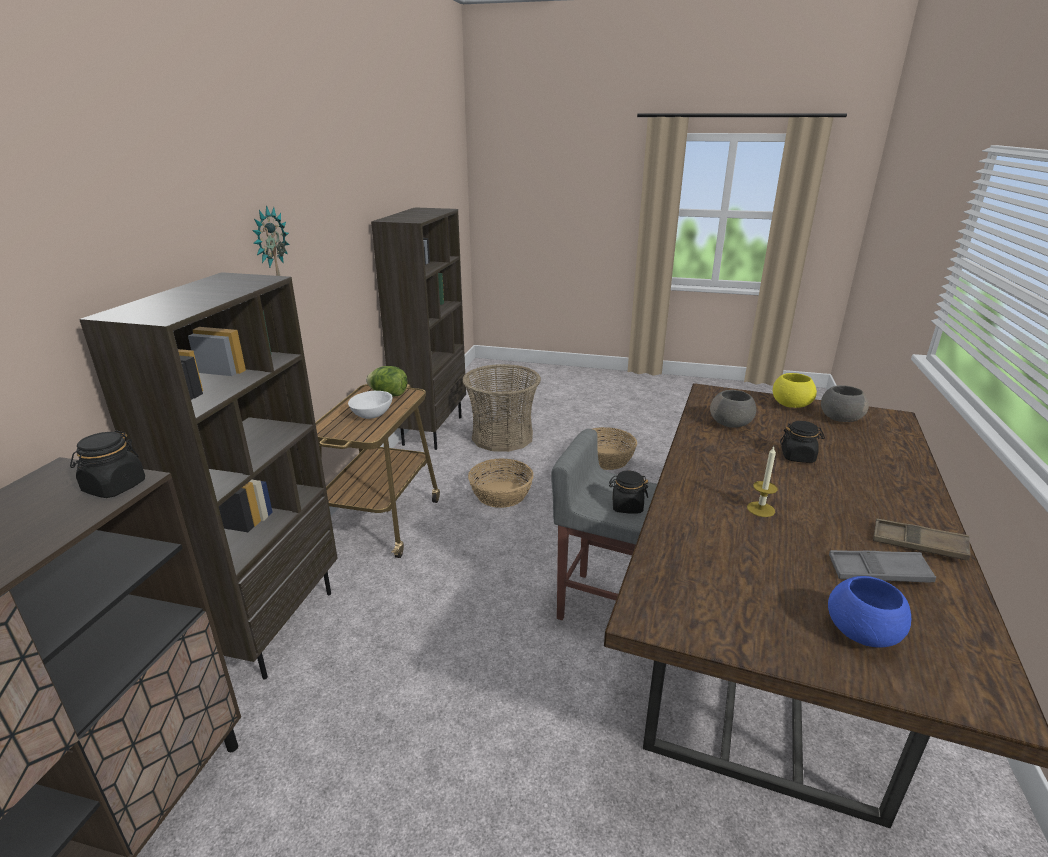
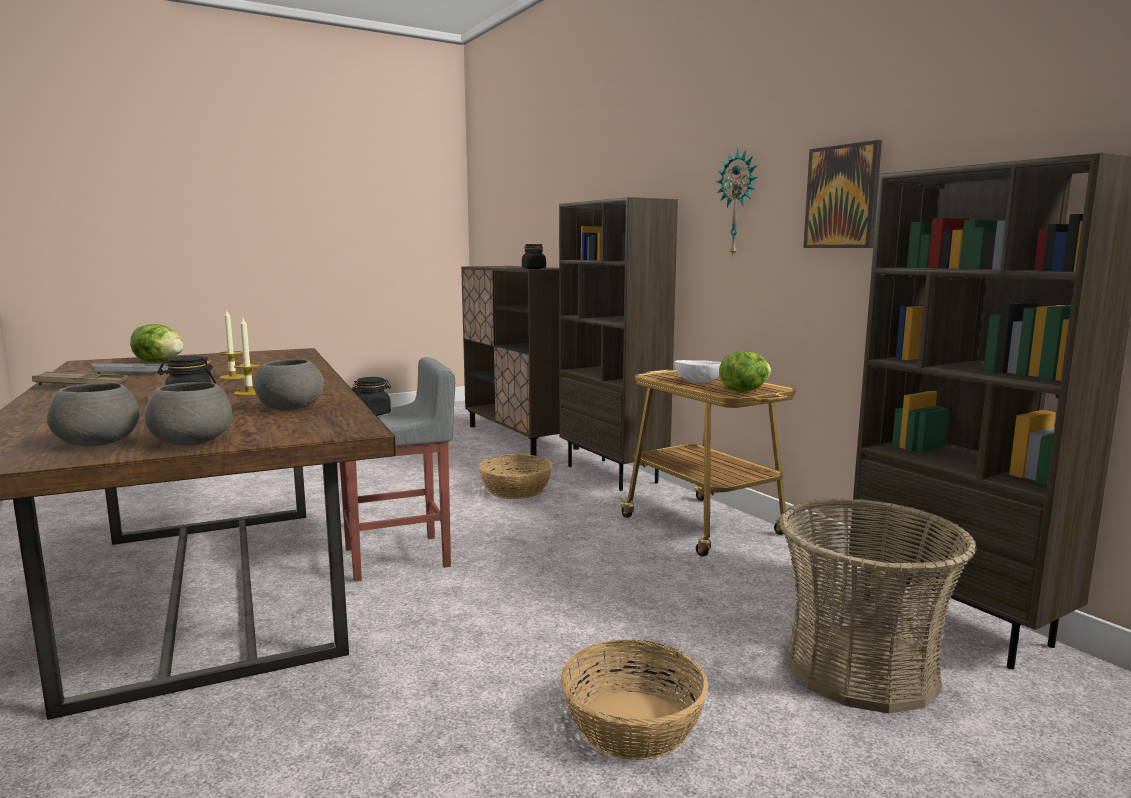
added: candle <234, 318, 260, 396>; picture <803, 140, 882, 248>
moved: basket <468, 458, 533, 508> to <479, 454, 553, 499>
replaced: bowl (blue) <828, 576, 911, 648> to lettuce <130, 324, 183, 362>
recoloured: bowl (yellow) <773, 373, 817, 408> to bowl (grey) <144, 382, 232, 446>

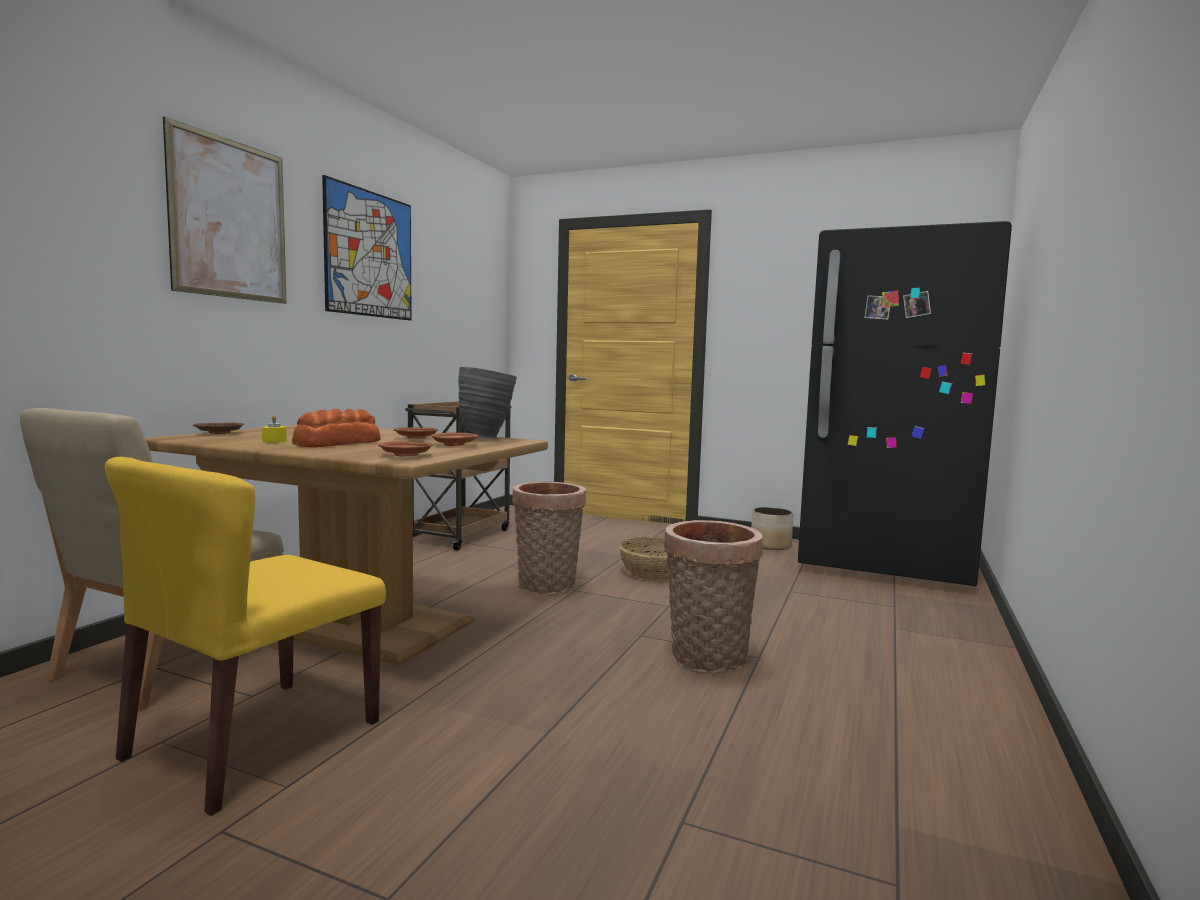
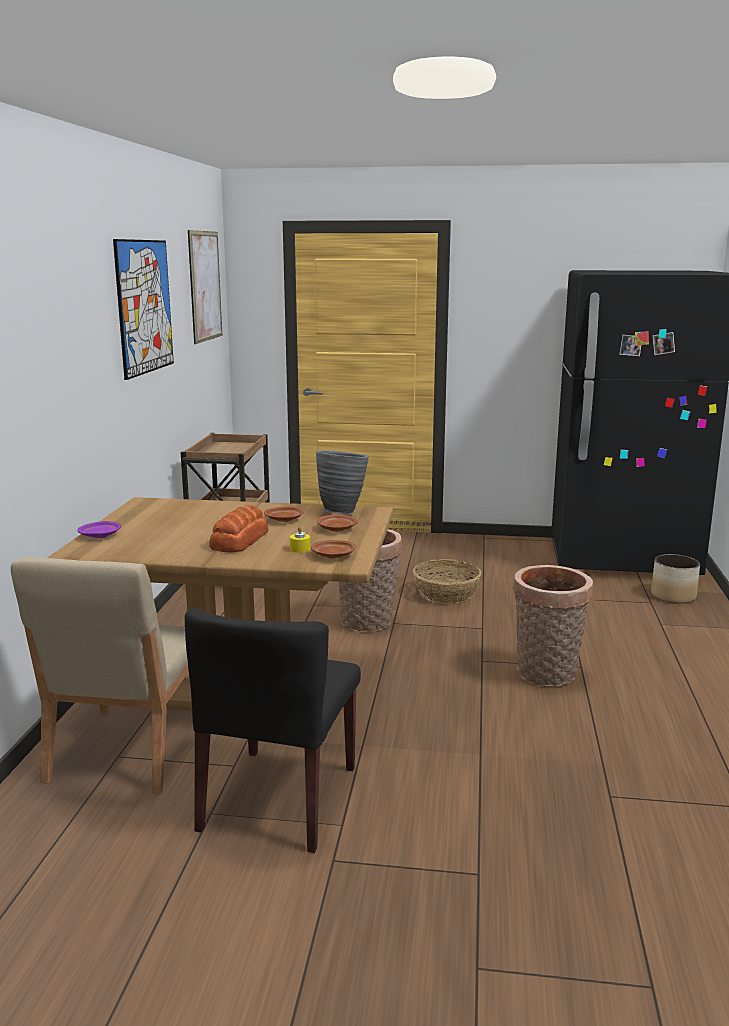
moved: picture <163, 116, 287, 304> to <188, 230, 223, 344>; candle (yellow) <262, 415, 287, 443> to <290, 526, 310, 553>; planter <751, 507, 793, 550> to <651, 554, 700, 604>
recoloured: plate (brown) <193, 422, 244, 434> to plate (purple) <78, 521, 121, 538>; chair (yellow) <104, 457, 386, 816> to chair (black) <185, 608, 361, 853>

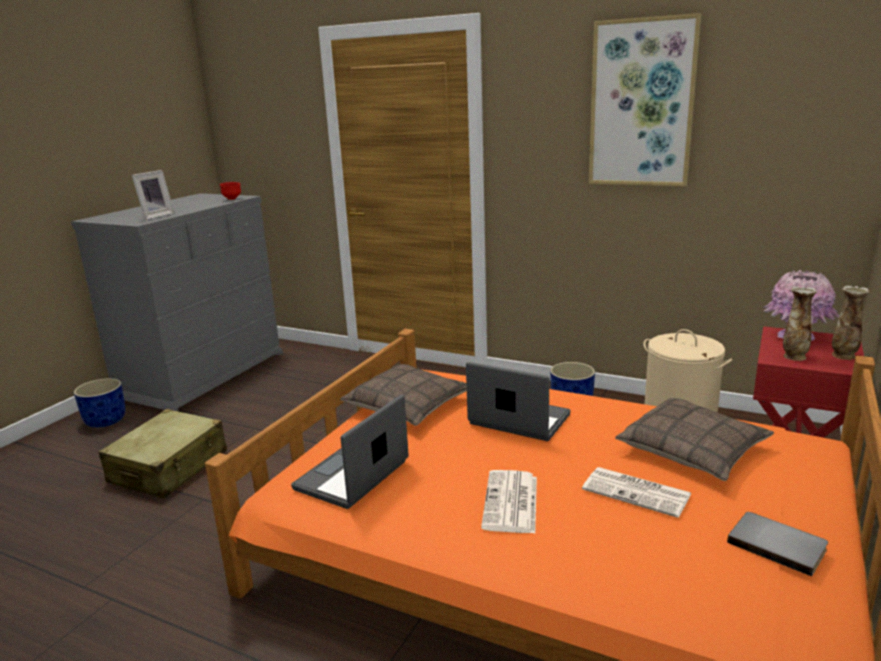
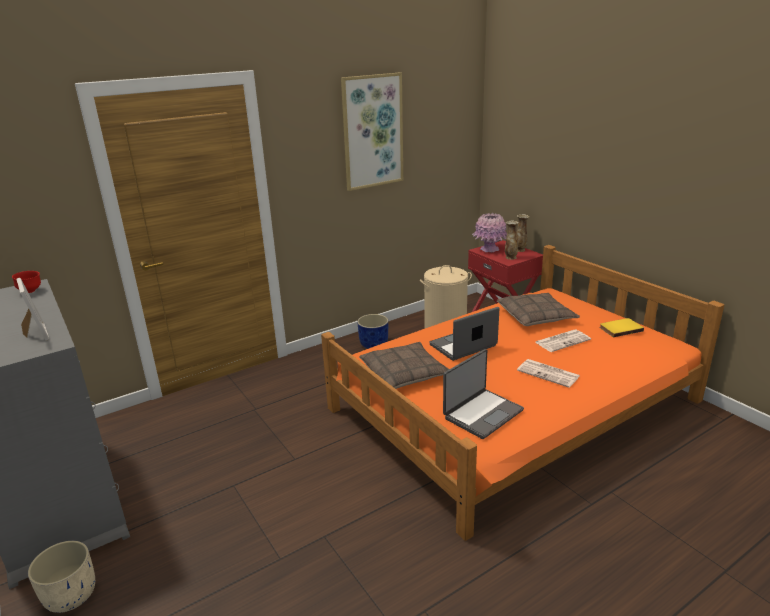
removed: suitcase (beige) <99, 409, 227, 498>
recoloured: planter (blue) <74, 378, 125, 428> to planter (beige) <28, 541, 95, 613>; book (grey) <727, 512, 828, 576> to book (yellow) <600, 318, 644, 337>
turned: laptop <291, 395, 408, 509> = <443, 349, 524, 439> 105 degrees counterclockwise

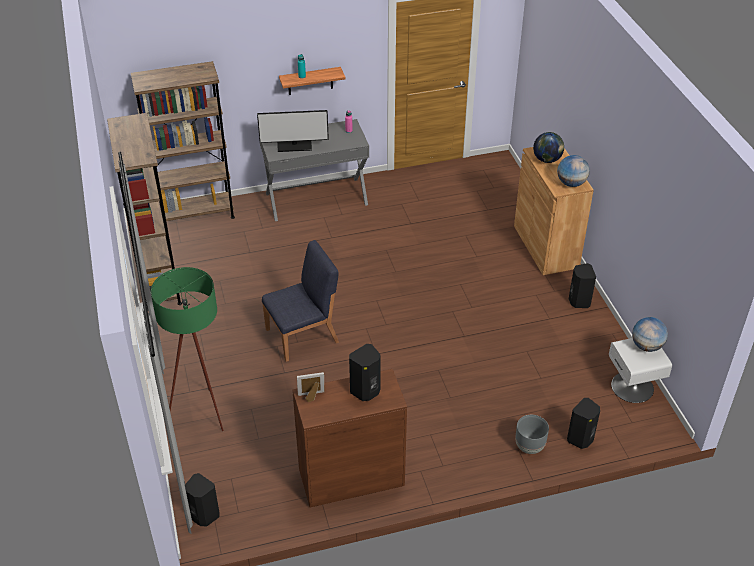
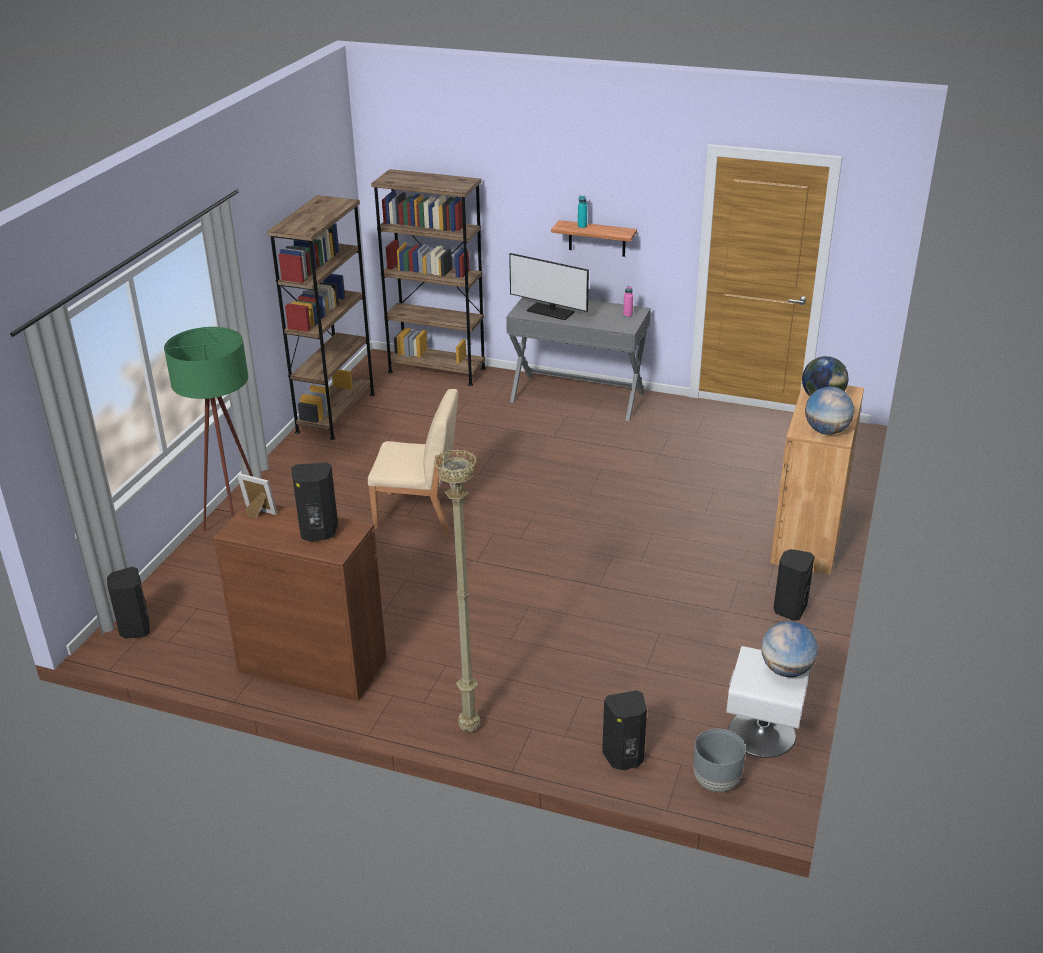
added: floor lamp (beige) <434, 449, 480, 732>
moved: planter (grey) <515, 415, 549, 454> to <693, 728, 746, 792>
recoloured: chair (blue) <262, 240, 339, 362> to chair (beige) <368, 389, 458, 534>

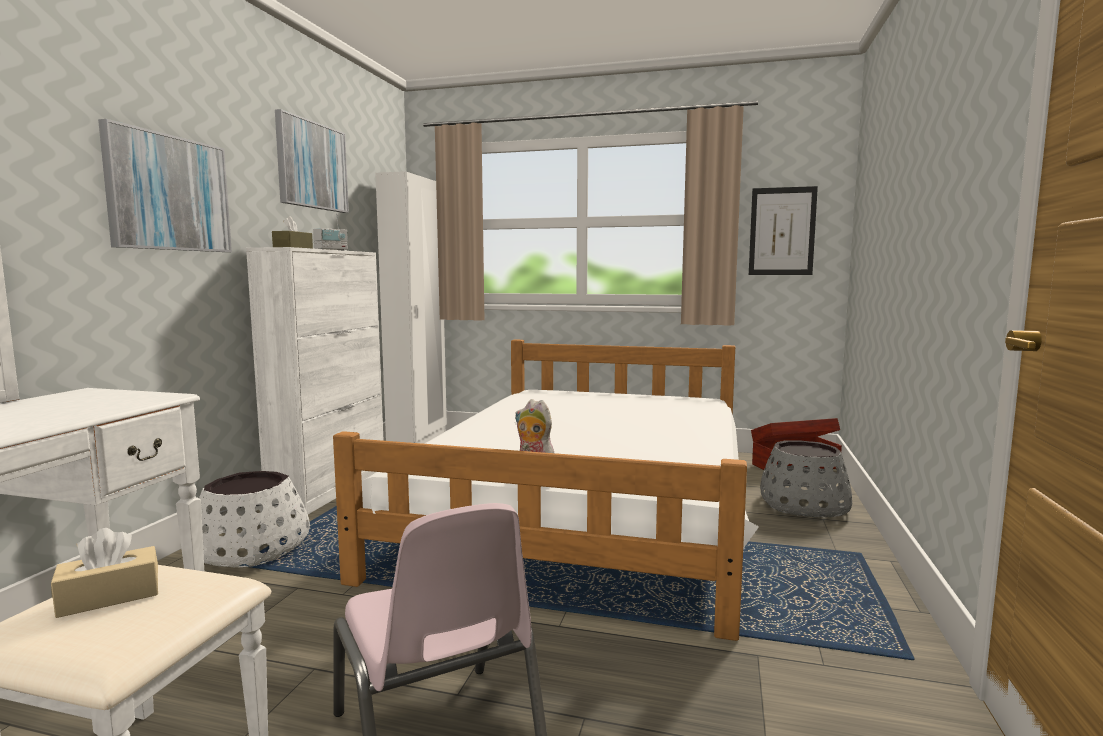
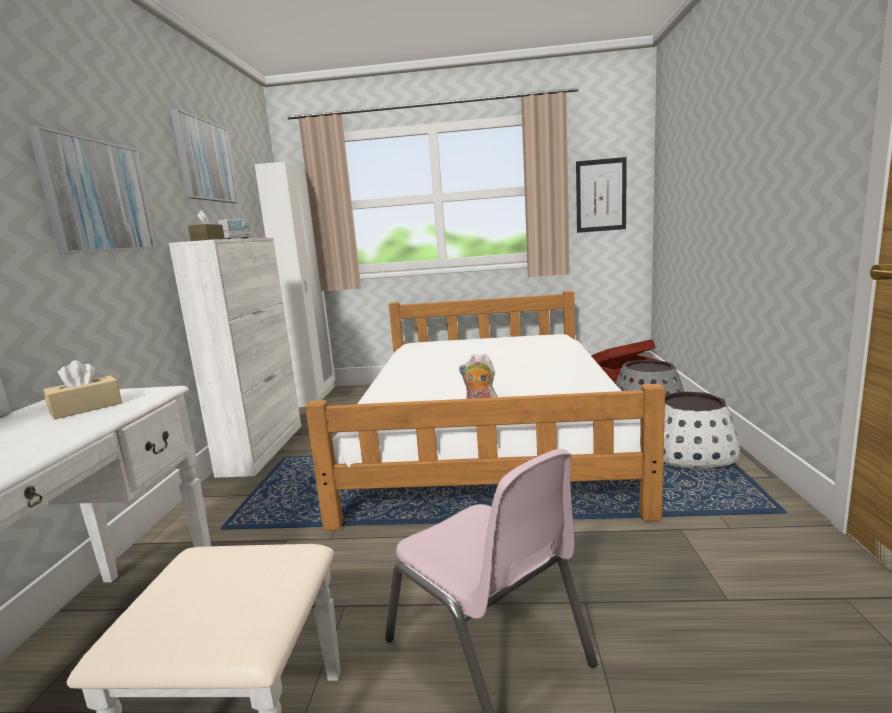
moved: tissue box (beige) <51, 528, 158, 618> to <44, 360, 122, 419>; planter (white) <199, 471, 310, 567> to <663, 392, 740, 468>

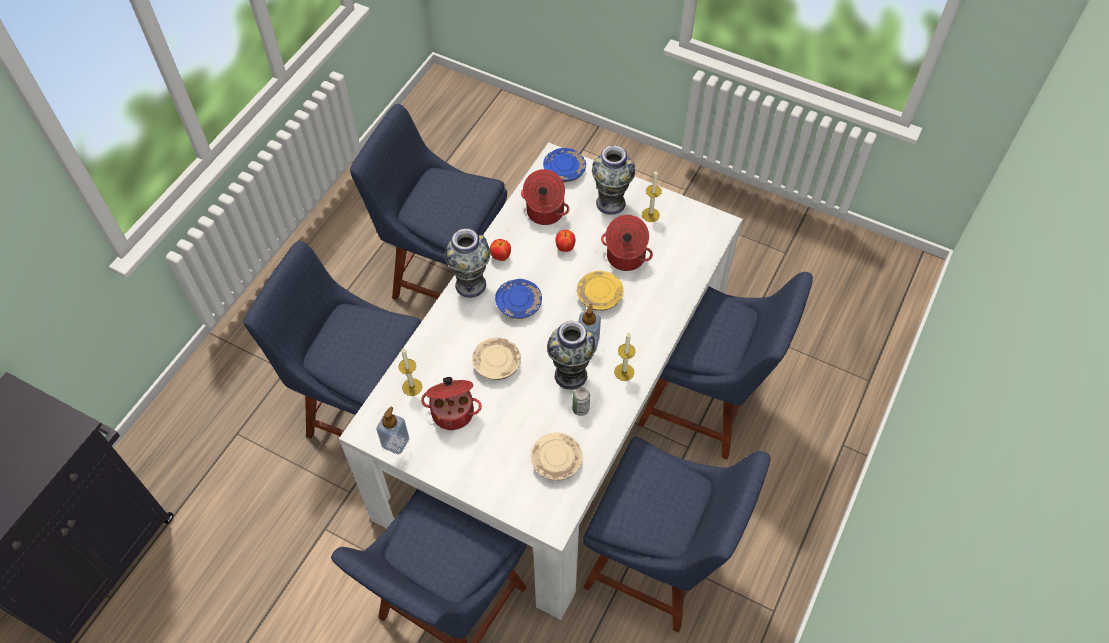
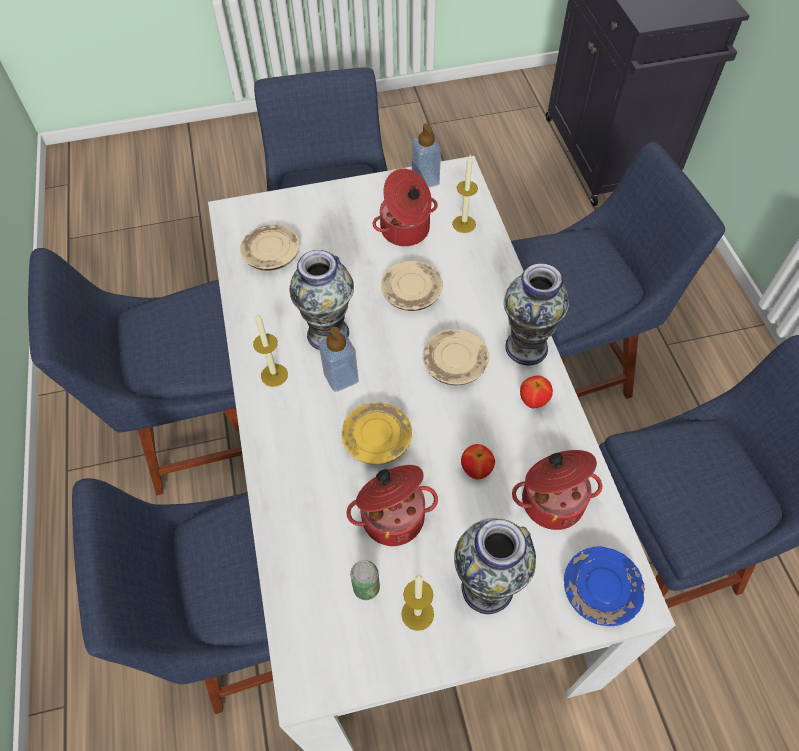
moved: can <572, 387, 590, 416> to <350, 560, 380, 600>
recoloured: plate (blue) <495, 279, 542, 319> to plate (beige) <423, 329, 489, 385>

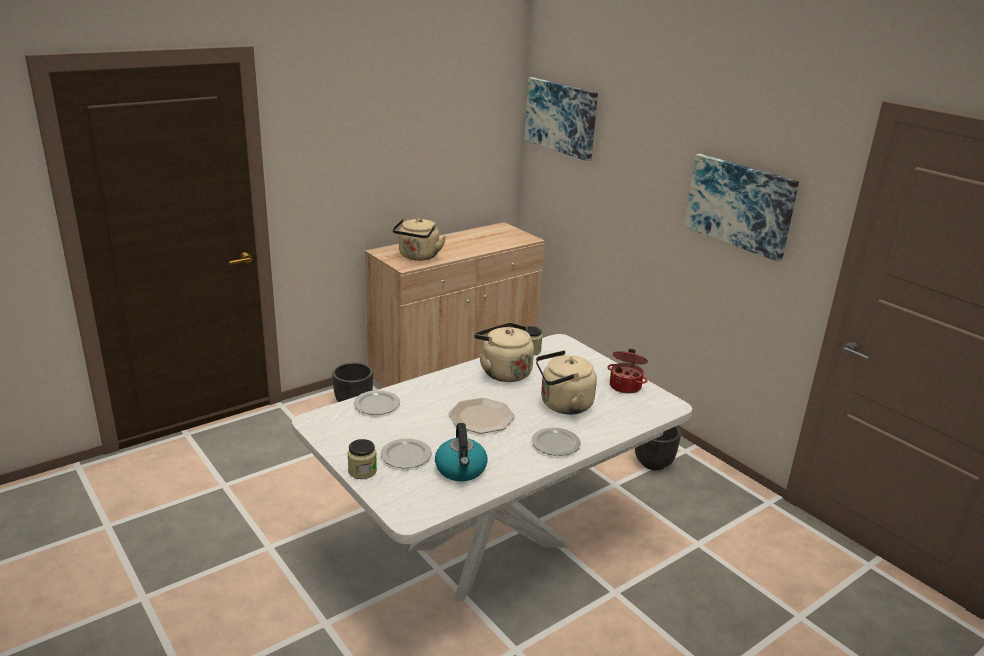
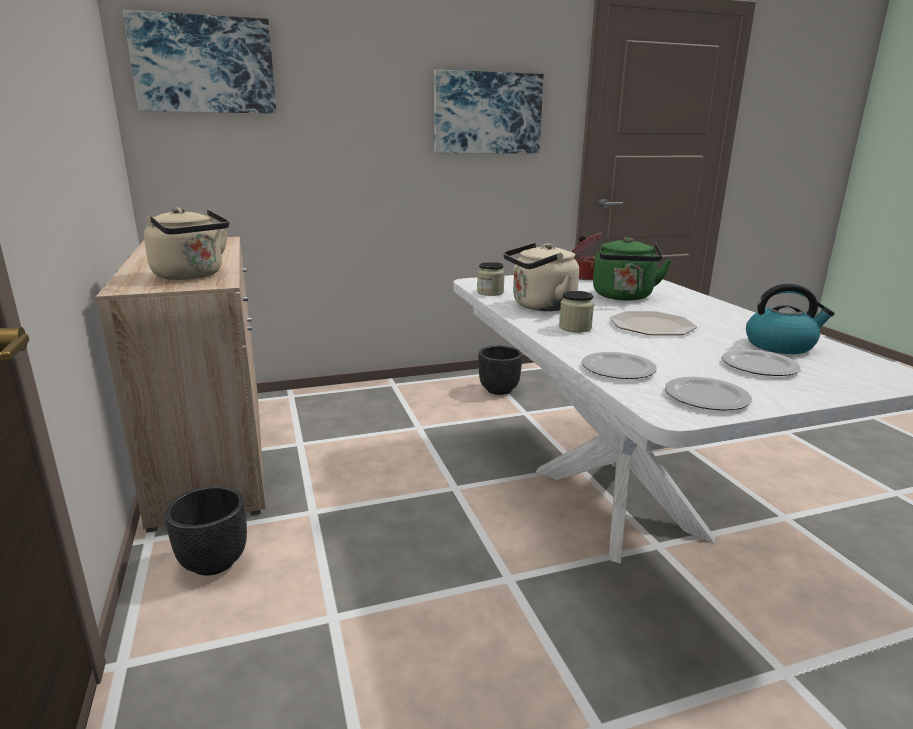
moved: jar <347, 439, 377, 479> to <559, 291, 594, 332>; plate <532, 427, 581, 456> to <665, 377, 752, 411>
recoloured: kettle (beige) <536, 350, 597, 414> to kettle (green) <593, 237, 672, 301>

